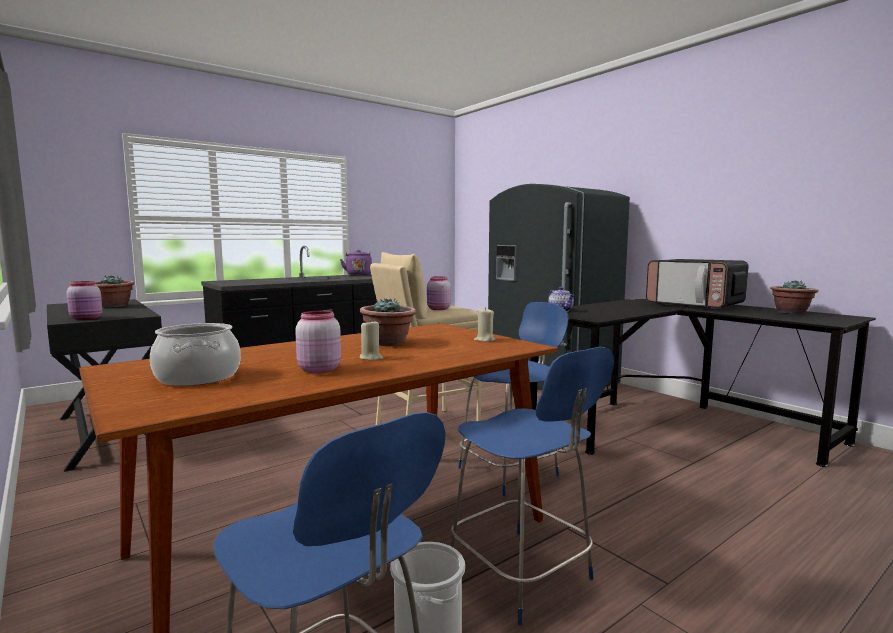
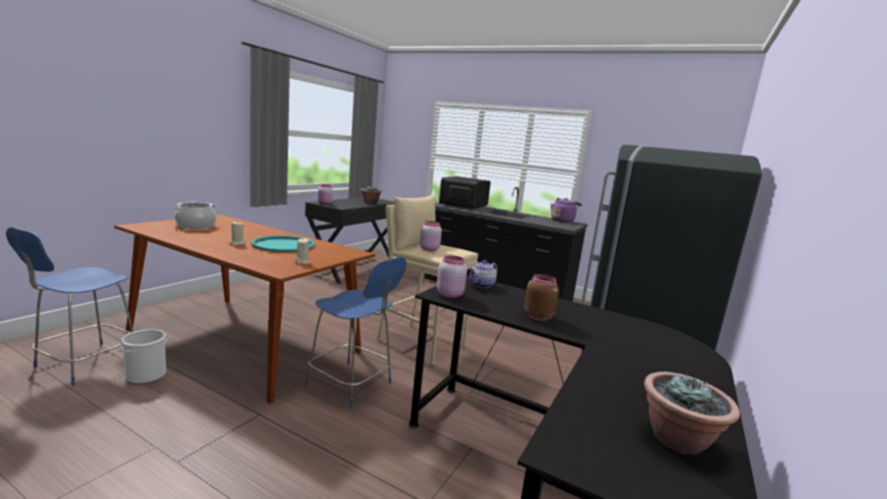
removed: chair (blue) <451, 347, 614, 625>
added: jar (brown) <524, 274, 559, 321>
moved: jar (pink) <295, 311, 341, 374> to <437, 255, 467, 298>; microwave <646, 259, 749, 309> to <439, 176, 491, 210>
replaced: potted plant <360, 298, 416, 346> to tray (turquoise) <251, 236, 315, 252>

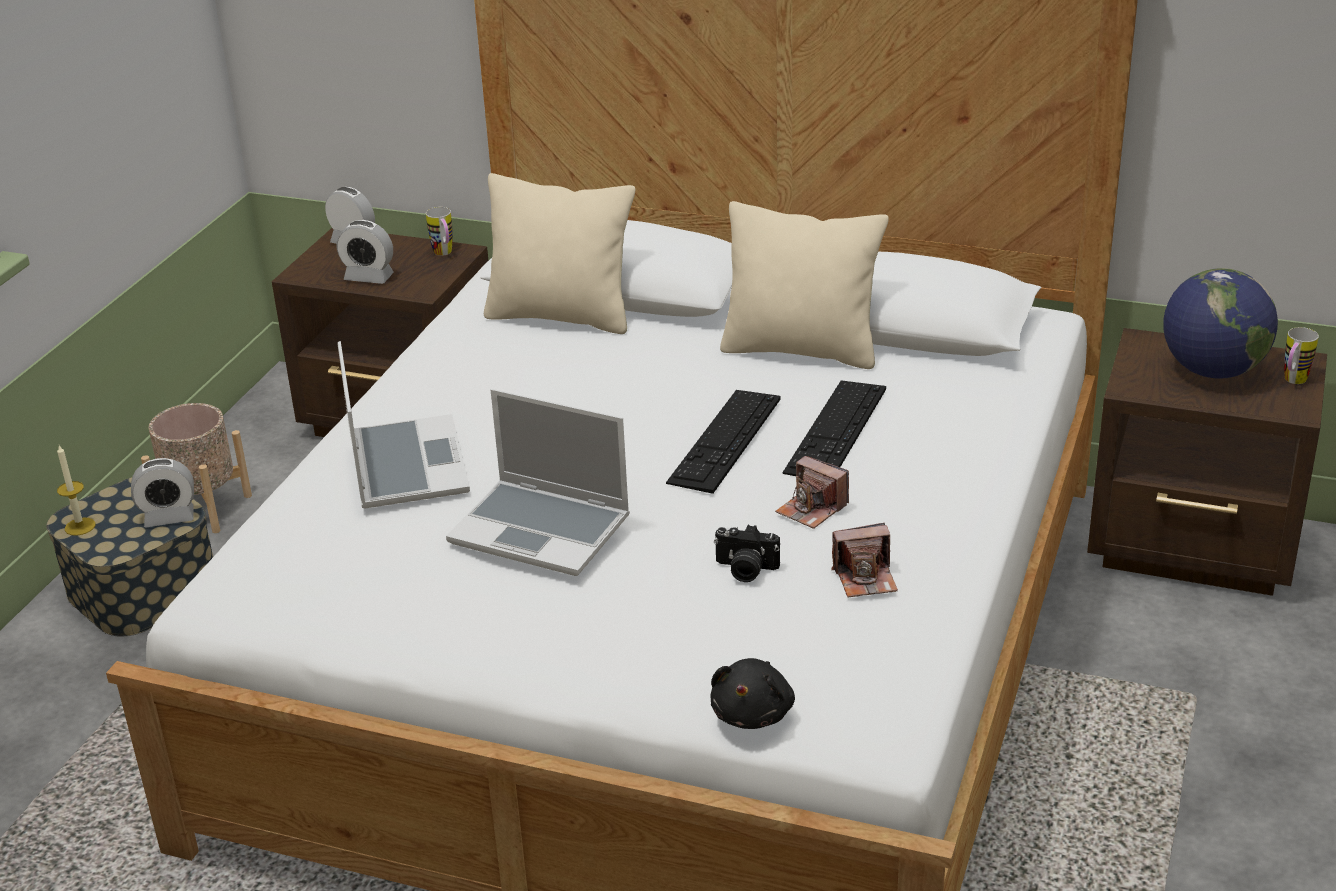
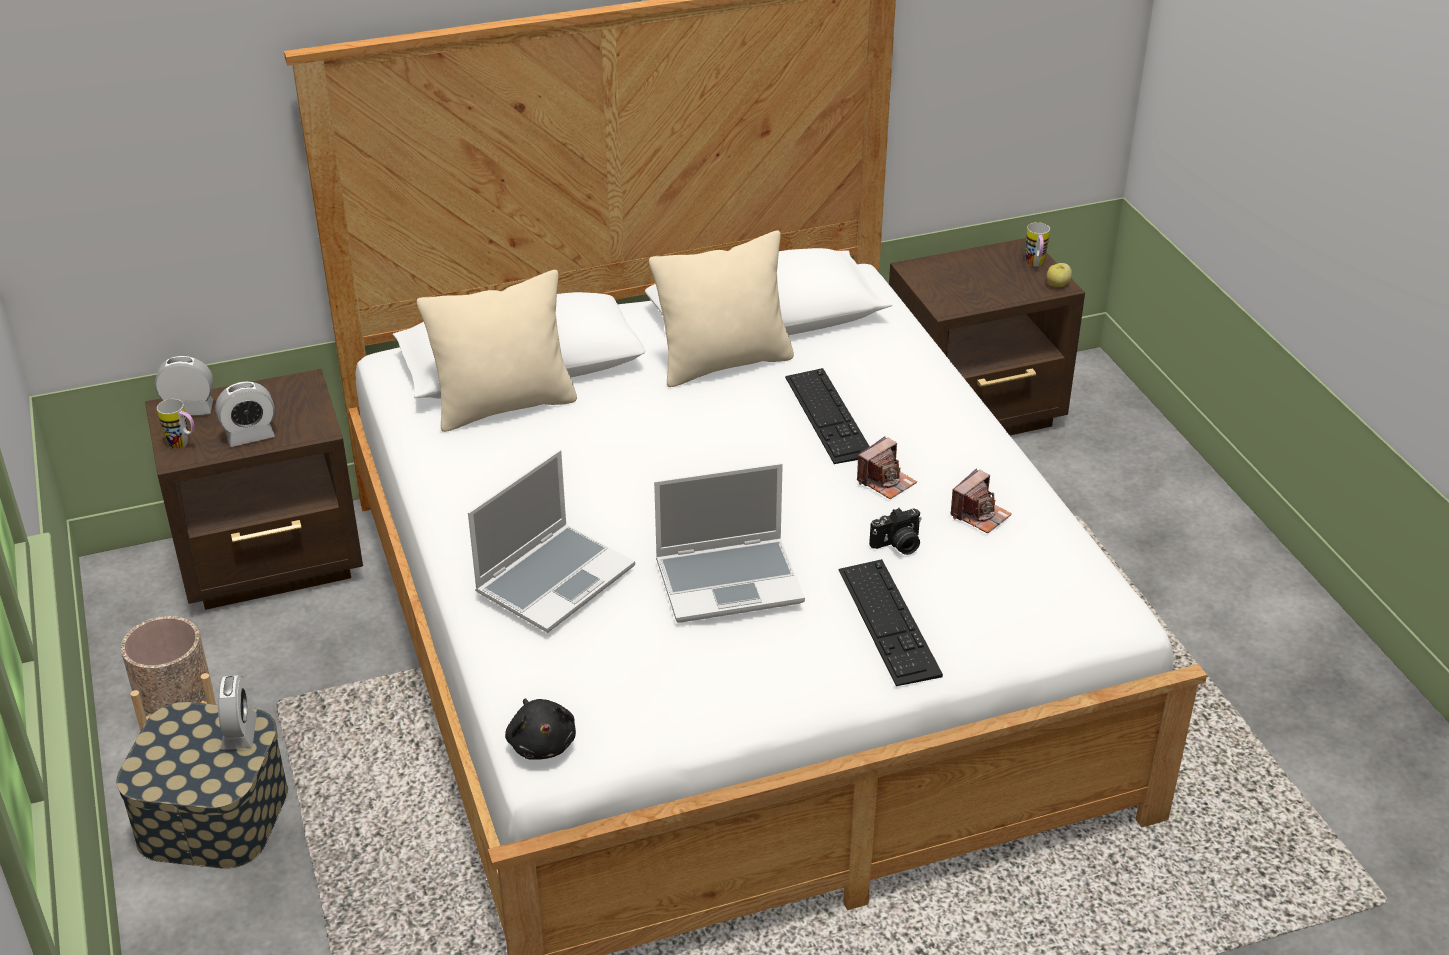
removed: candle <57, 445, 96, 536>; globe <1164, 268, 1278, 379>
added: apple <1047, 263, 1072, 287>
moved: mug <426, 207, 453, 256> to <157, 399, 194, 449>; plush toy (black) <711, 658, 795, 729> to <505, 699, 576, 760>; keyboard <666, 390, 781, 494> to <839, 559, 943, 686>
turned: alarm clock <131, 458, 194, 527> = <218, 675, 257, 750> 45 degrees counterclockwise; laptop <337, 341, 470, 508> = <468, 450, 635, 633> 90 degrees clockwise; photo camera <775, 456, 849, 529> = <857, 436, 917, 499> 45 degrees counterclockwise

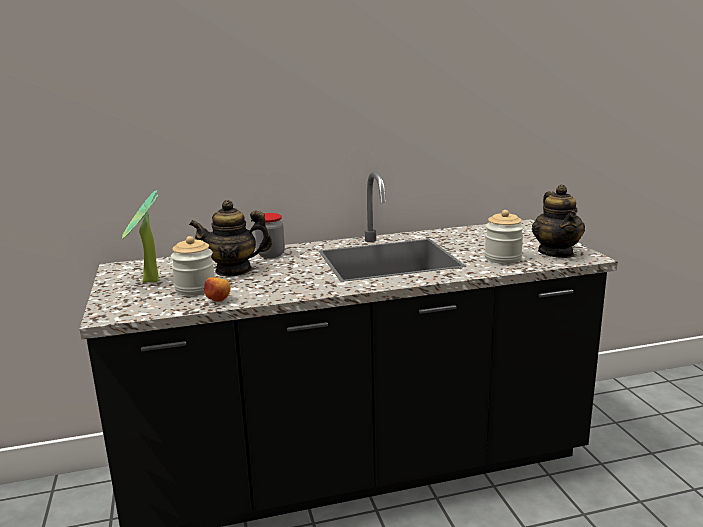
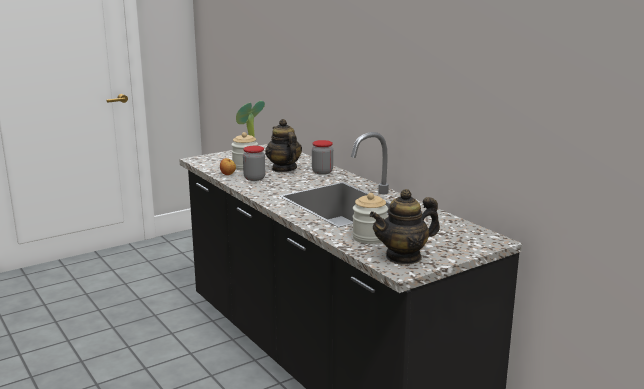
added: jar <243, 146, 266, 181>

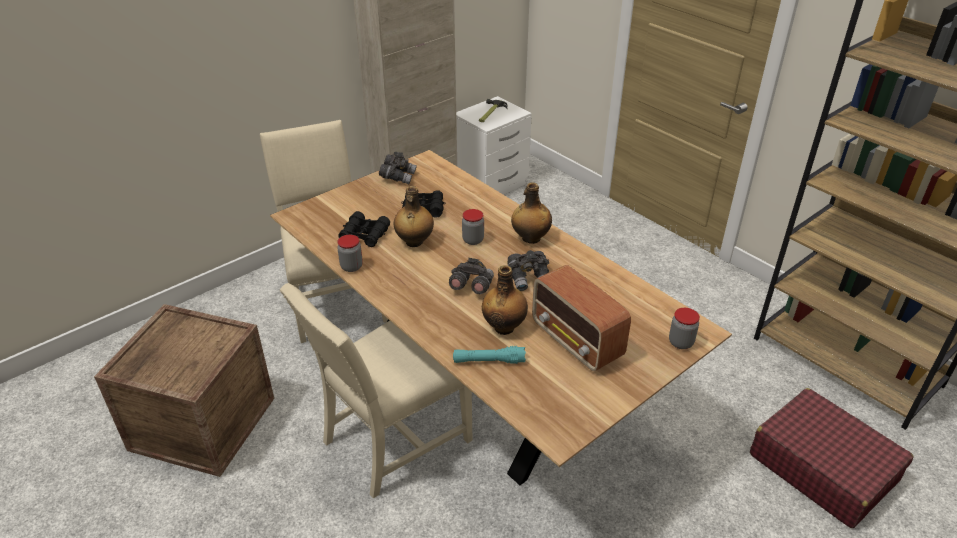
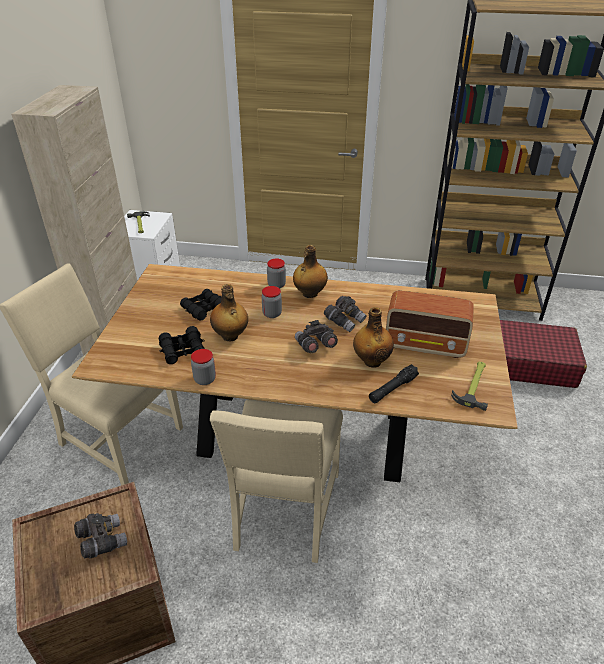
added: hammer <451, 362, 488, 411>
moved: binoculars (grey) <379, 152, 417, 184> to <74, 513, 127, 559>; jar <669, 308, 700, 349> to <267, 259, 286, 288>
recoloured: flashlight (turquoise) <453, 346, 526, 364> to flashlight (black) <369, 364, 419, 403>

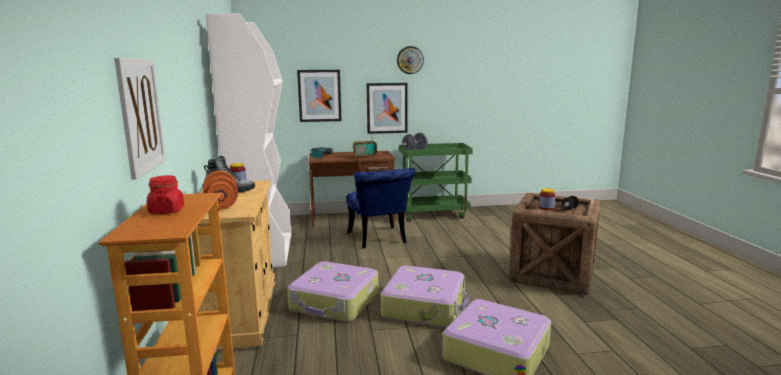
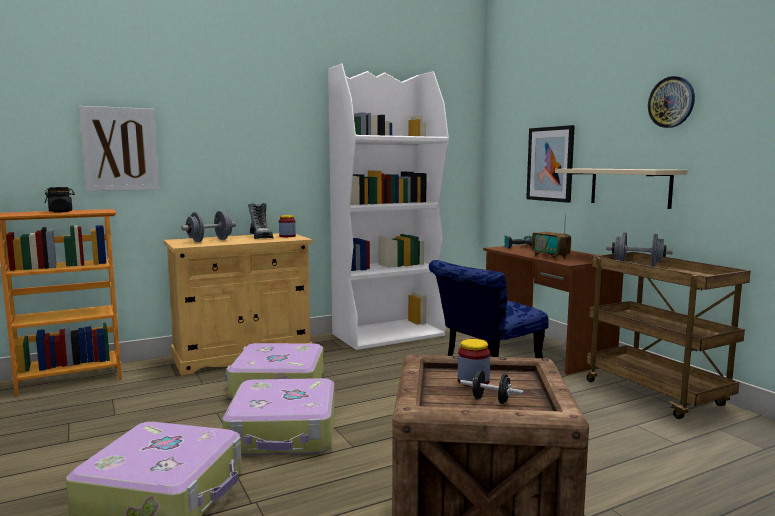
replaced: picture <367, 83, 408, 134> to shelf (beige) <555, 169, 688, 209>
recoloured: jar (red) <147, 175, 184, 214> to jar (black) <45, 187, 75, 213>; dumbbell (orange) <203, 171, 238, 209> to dumbbell (grey) <181, 211, 236, 242>; cart (green) <399, 143, 473, 222> to cart (brown) <586, 252, 751, 419>

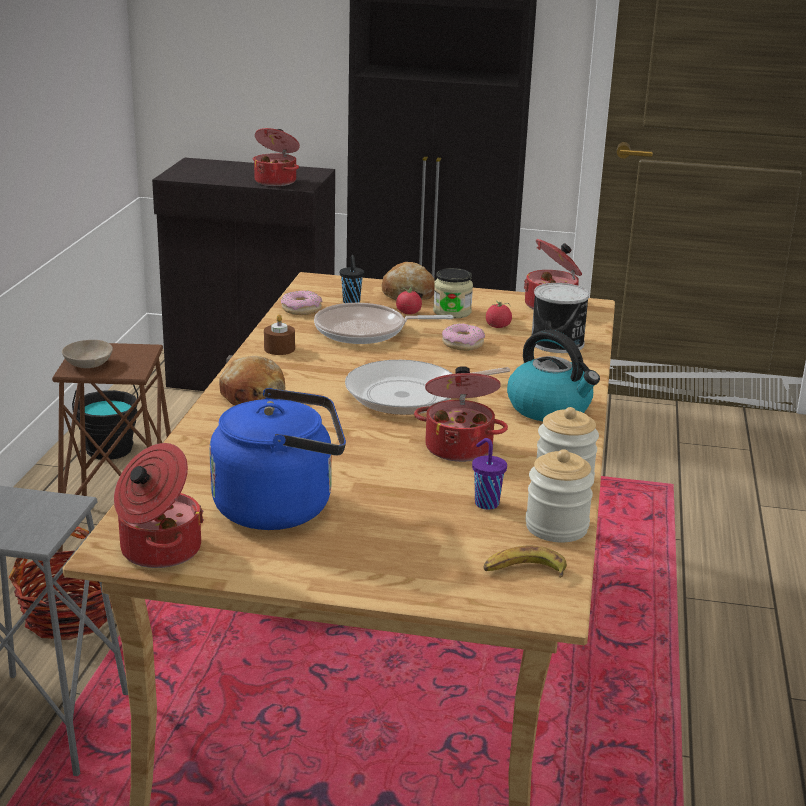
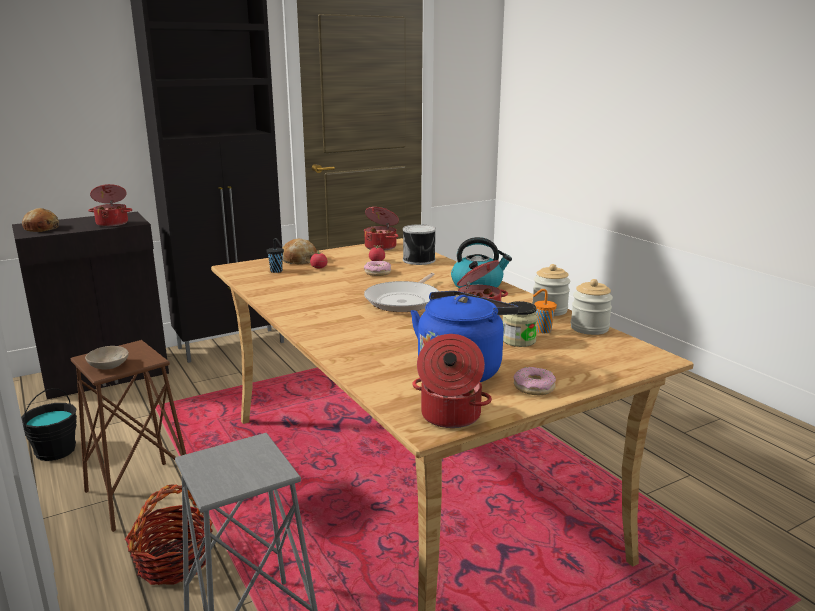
removed: candle (brown) <264, 314, 295, 355>; frying pan <314, 303, 454, 344>; banana <483, 546, 567, 578>
moved: bread <219, 356, 285, 406> to <22, 208, 59, 232>; jar <433, 268, 473, 319> to <503, 301, 538, 347>; donut <281, 291, 322, 315> to <514, 367, 556, 395>
recoloured: cup (purple) <472, 438, 507, 510> to cup (orange) <533, 289, 557, 333>

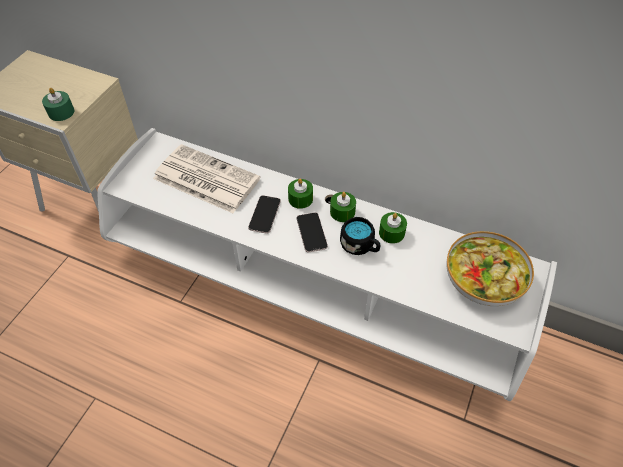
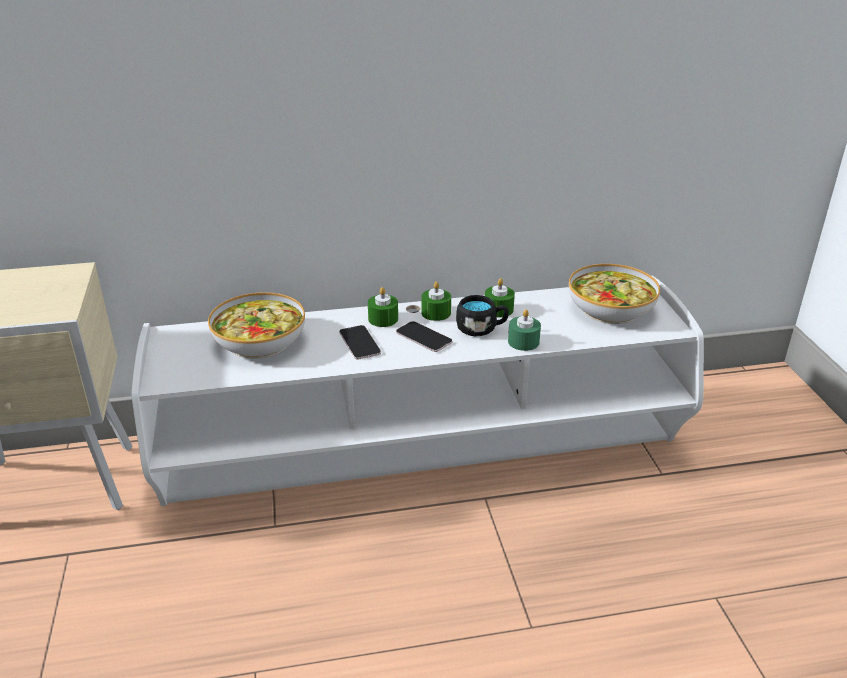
moved: candle (green) <42, 88, 74, 121> to <508, 309, 541, 351>
replaced: newspaper <153, 144, 261, 213> to bowl <208, 292, 305, 359>

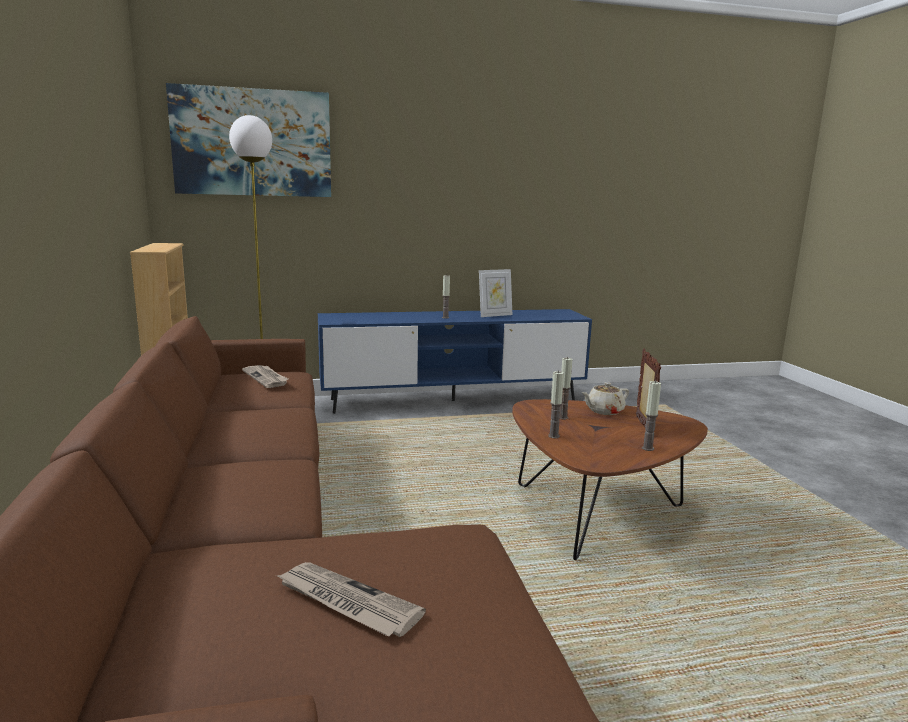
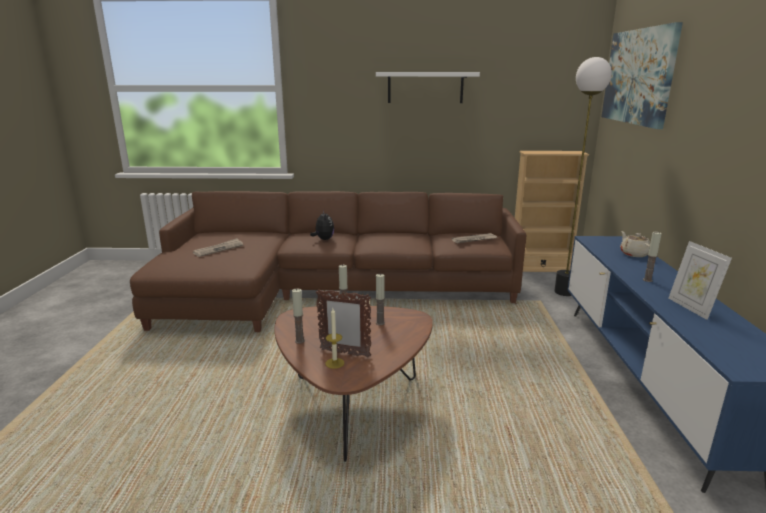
added: plush toy <310, 210, 334, 240>; candle <325, 308, 344, 369>; shelf (white) <376, 72, 480, 103>
moved: teapot (beige) <581, 382, 629, 415> to <620, 231, 650, 257>

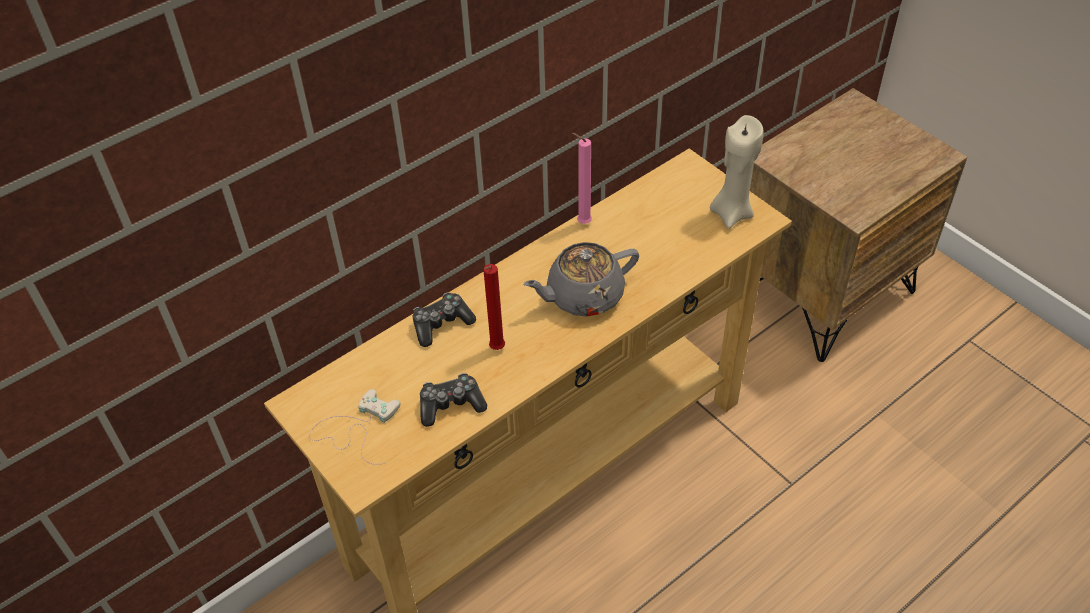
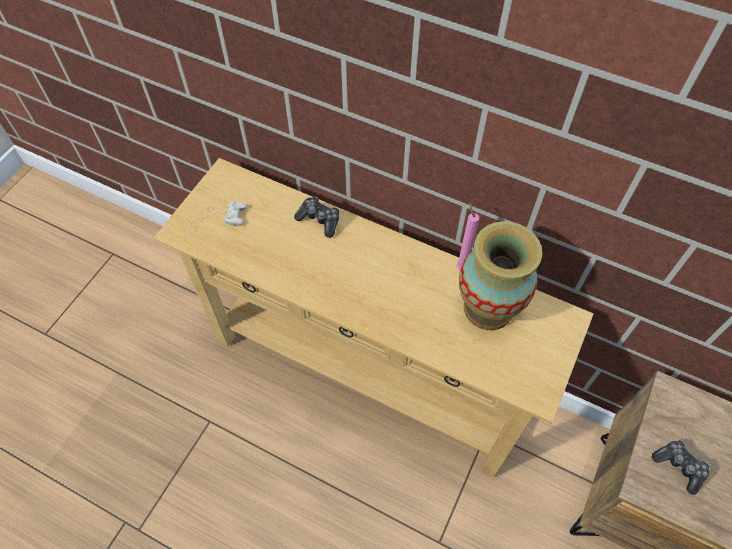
removed: candle (red) <483, 264, 505, 350>; teapot (grey) <523, 242, 639, 317>; candle (beige) <710, 115, 764, 229>
added: vase <459, 221, 542, 330>
moved: game controller <420, 373, 487, 427> to <652, 440, 710, 495>

